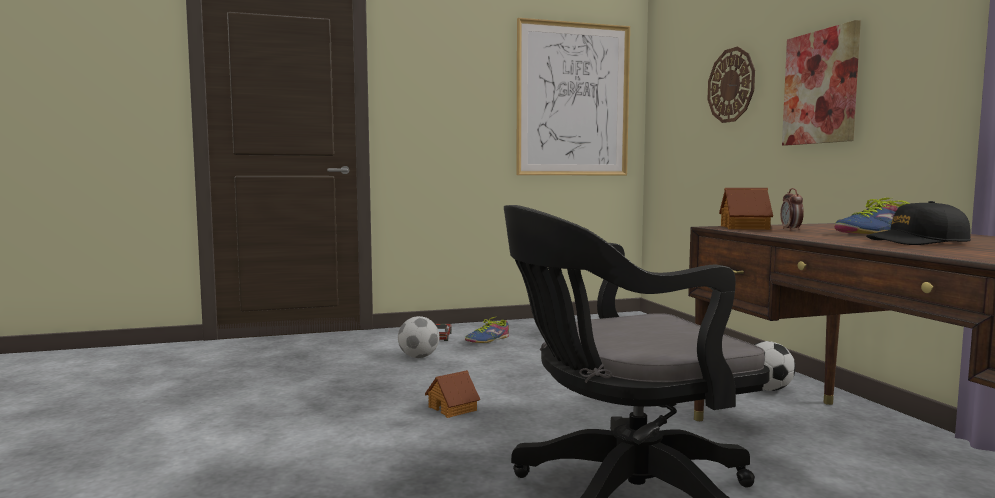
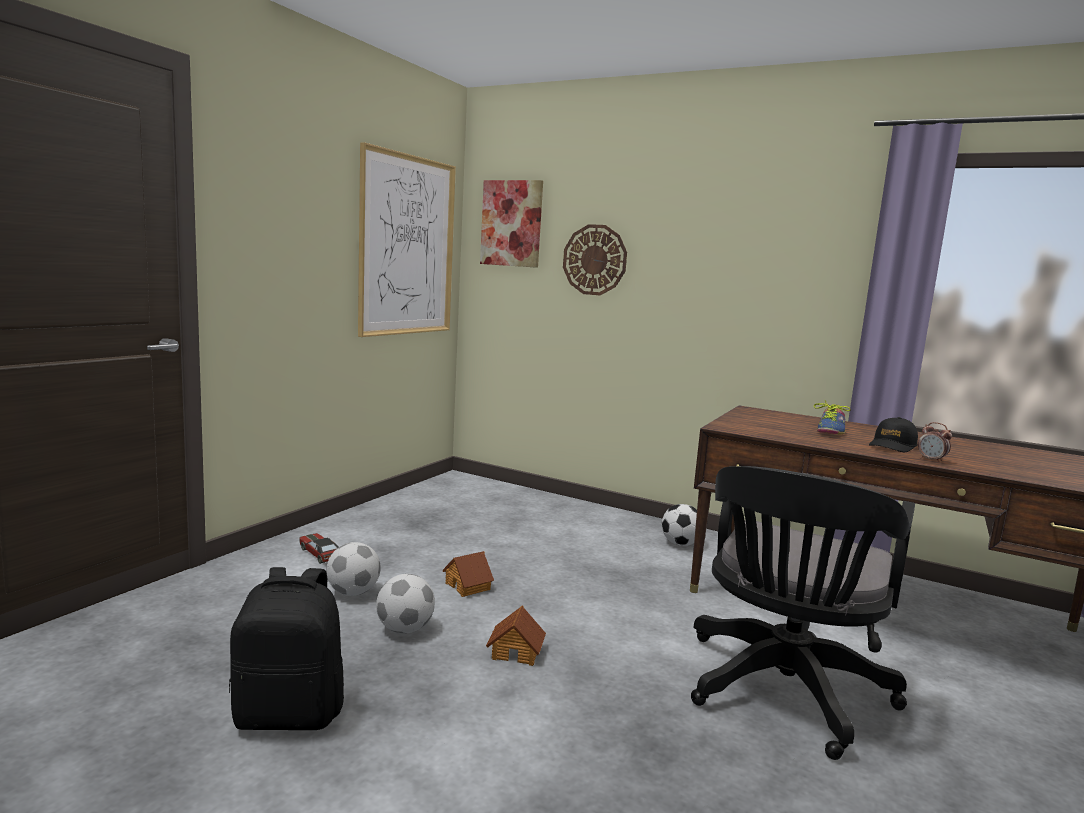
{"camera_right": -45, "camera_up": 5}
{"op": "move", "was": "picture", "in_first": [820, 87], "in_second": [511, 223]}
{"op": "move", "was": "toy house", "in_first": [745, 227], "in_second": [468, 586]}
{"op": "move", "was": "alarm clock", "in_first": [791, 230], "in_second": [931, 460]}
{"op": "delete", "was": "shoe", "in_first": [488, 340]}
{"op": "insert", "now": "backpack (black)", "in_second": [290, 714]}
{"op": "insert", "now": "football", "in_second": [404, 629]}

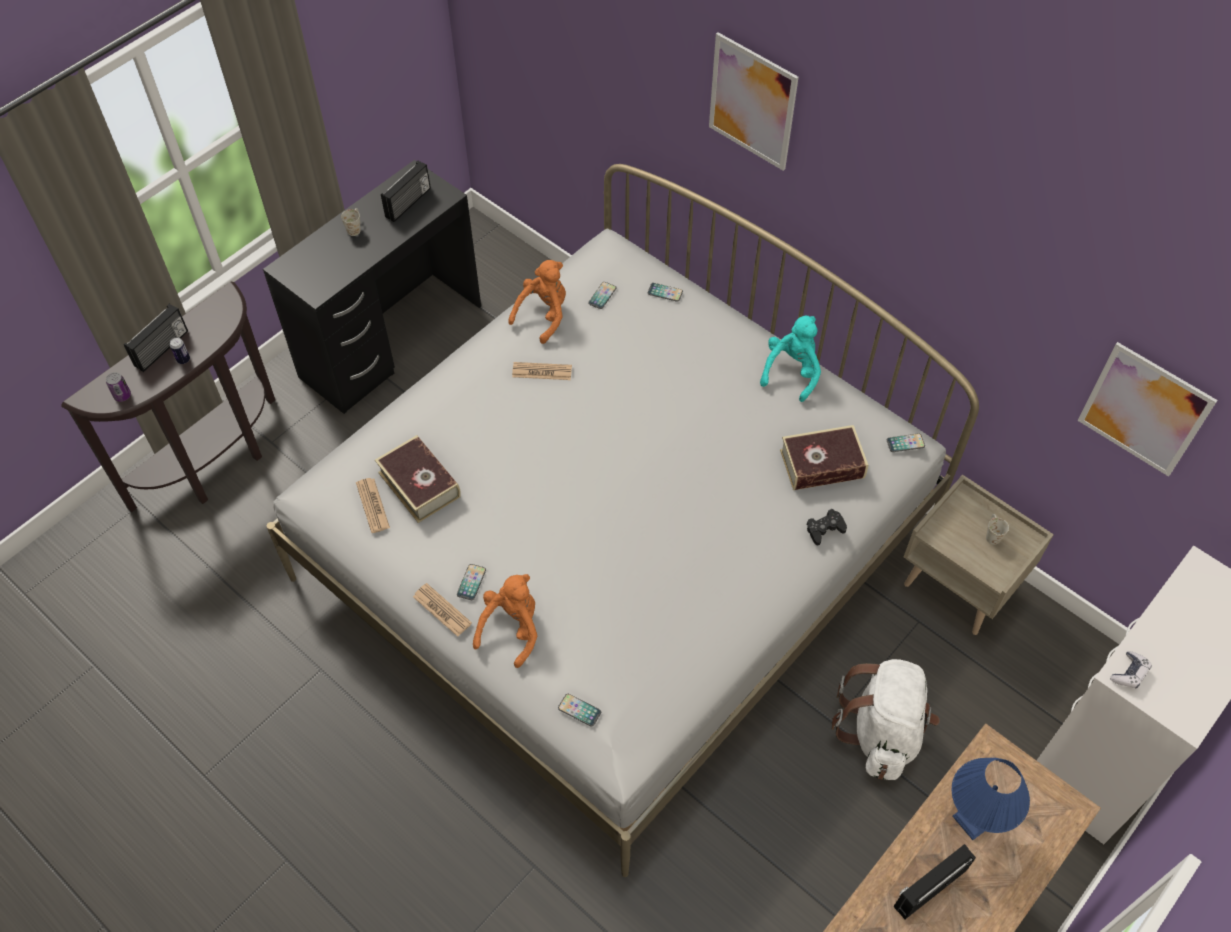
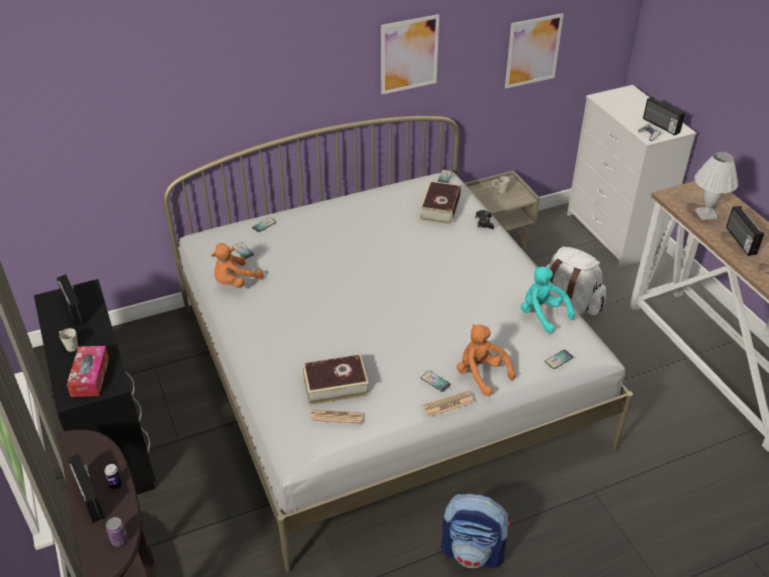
{"camera_right": -65, "camera_up": -15}
{"op": "move", "was": "picture", "in_first": [752, 102], "in_second": [409, 54]}
{"op": "rotate", "was": "plush toy (orange)", "in_first": [543, 315], "in_second": [235, 282], "clockwise": -105}
{"op": "move", "was": "plush toy (turquoise)", "in_first": [792, 371], "in_second": [542, 314]}
{"op": "delete", "was": "newspaper", "in_first": [542, 371]}
{"op": "recolor", "was": "table lamp (blue)", "now": "table lamp (white)", "in_first": [972, 819], "in_second": [705, 214]}
{"op": "insert", "now": "radio", "in_second": [660, 126]}
{"op": "insert", "now": "tissue box", "in_second": [90, 377]}
{"op": "insert", "now": "backpack", "in_second": [473, 551]}

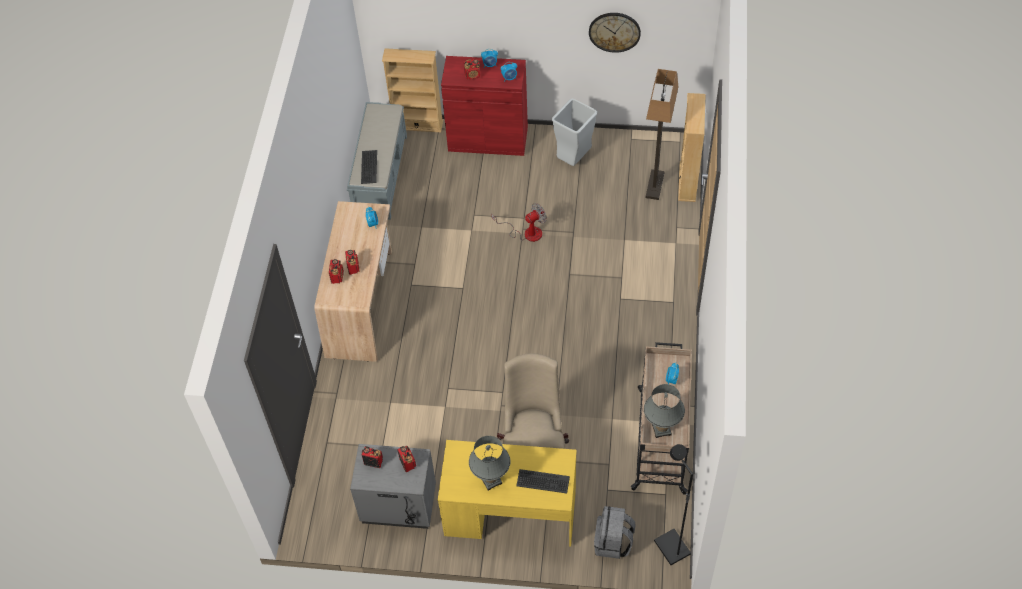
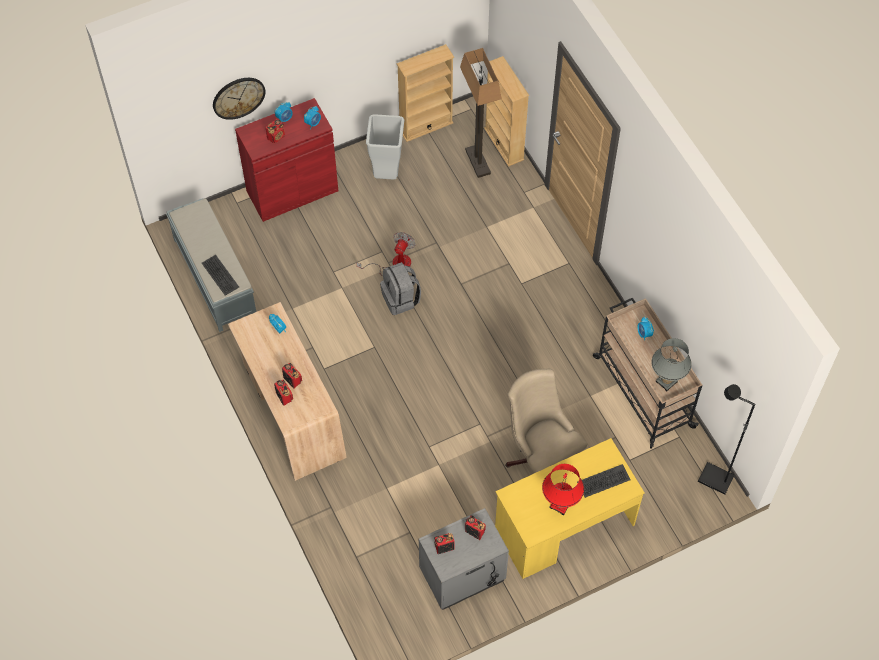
{"camera_right": -35, "camera_up": 5}
{"op": "move", "was": "wall clock", "in_first": [614, 31], "in_second": [238, 97]}
{"op": "move", "was": "bookcase (beige)", "in_first": [418, 124], "in_second": [426, 126]}
{"op": "recolor", "was": "table lamp (grey)", "now": "table lamp (red)", "in_first": [491, 480], "in_second": [560, 505]}
{"op": "move", "was": "backpack (grey)", "in_first": [613, 542], "in_second": [401, 299]}

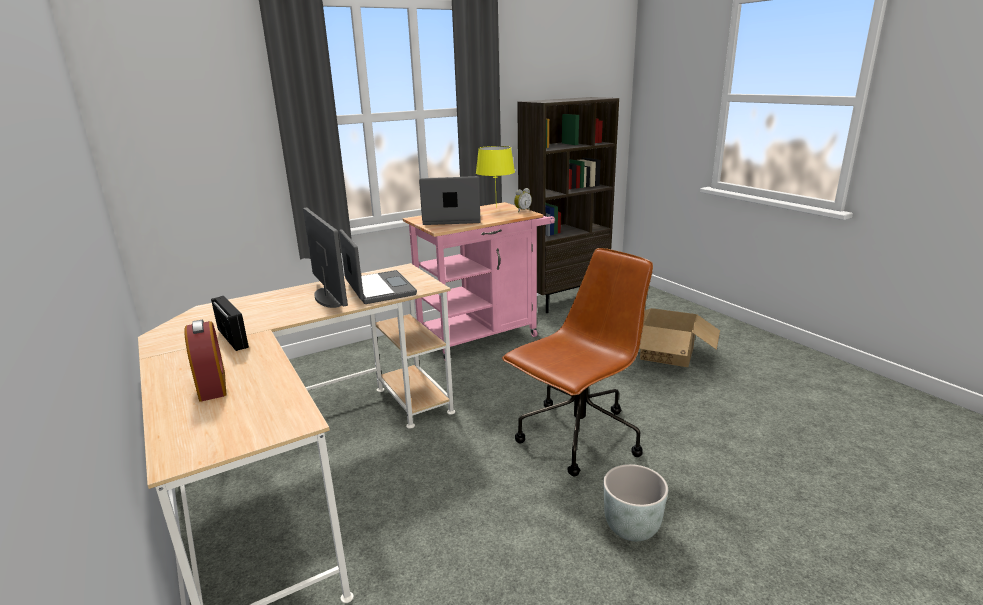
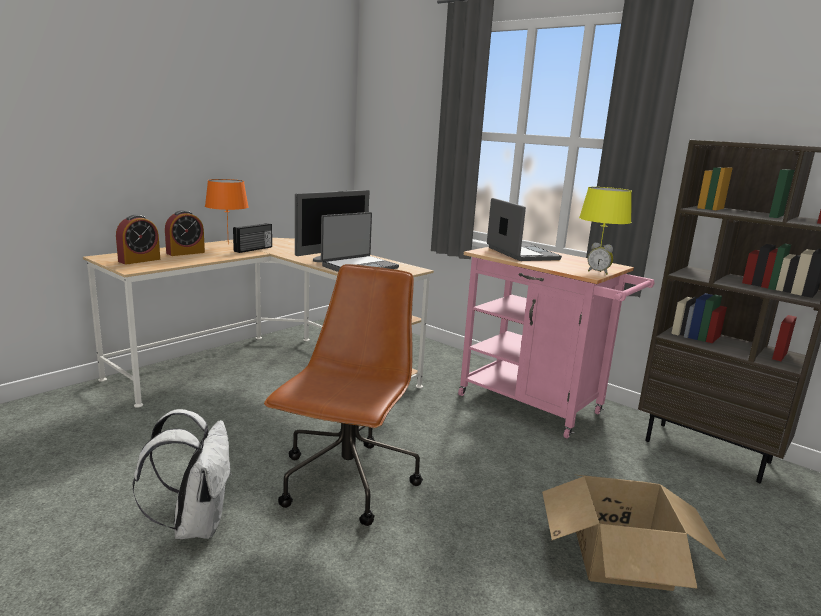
{"camera_right": 70, "camera_up": -5}
{"op": "rotate", "was": "office chair (brown)", "in_first": [577, 438], "in_second": [346, 483], "clockwise": -105}
{"op": "replace", "was": "planter (grey)", "now": "backpack (white)", "in_first": [631, 528], "in_second": [195, 524]}
{"op": "insert", "now": "table lamp (orange)", "in_second": [228, 244]}
{"op": "insert", "now": "alarm clock", "in_second": [139, 260]}

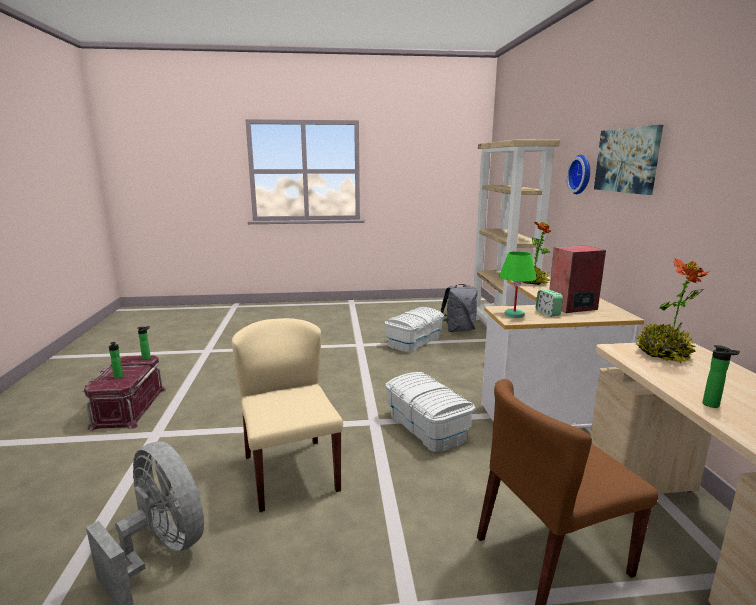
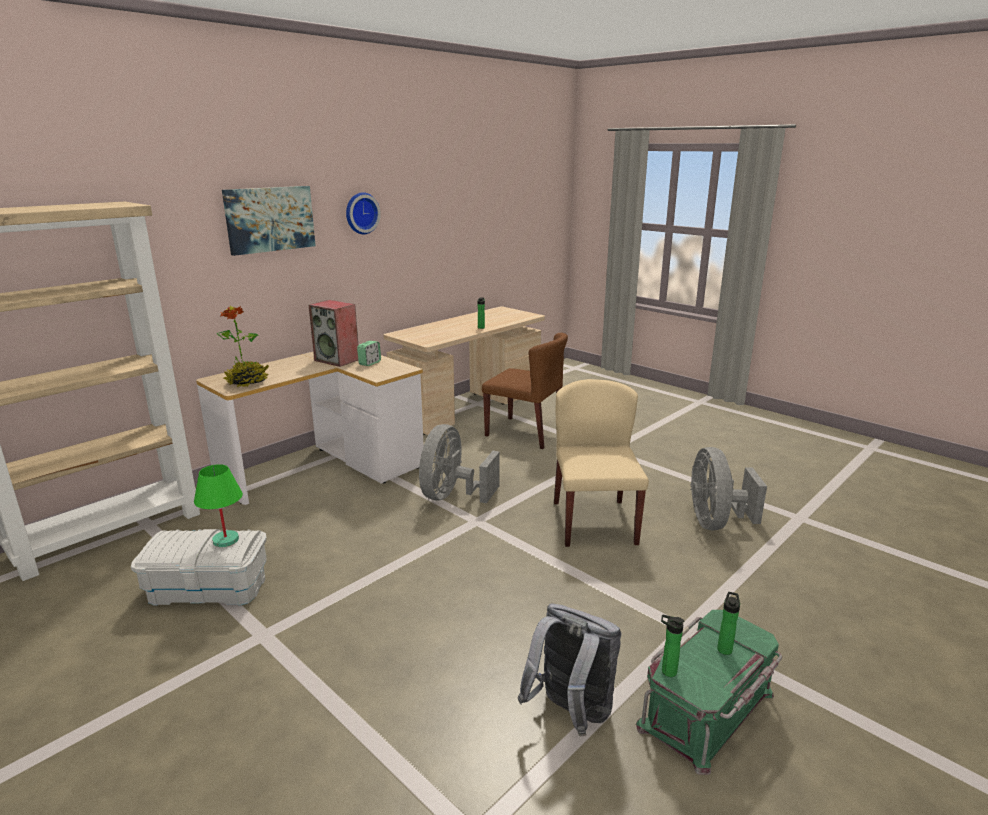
{"camera_right": -130, "camera_up": 5}
{"op": "move", "was": "wall clock", "in_first": [581, 174], "in_second": [361, 213]}
{"op": "move", "was": "table lamp (green)", "in_first": [514, 314], "in_second": [225, 540]}
{"op": "delete", "was": "potted plant", "in_first": [663, 354]}
{"op": "move", "was": "backpack (grey)", "in_first": [459, 330], "in_second": [570, 714]}
{"op": "rotate", "was": "chair (beige)", "in_first": [290, 472], "in_second": [594, 522], "clockwise": 150}
{"op": "recolor", "was": "storage box (red)", "now": "storage box (green)", "in_first": [128, 407], "in_second": [708, 711]}
{"op": "replace", "was": "storage box (white)", "now": "fan (grey)", "in_first": [426, 427], "in_second": [452, 496]}

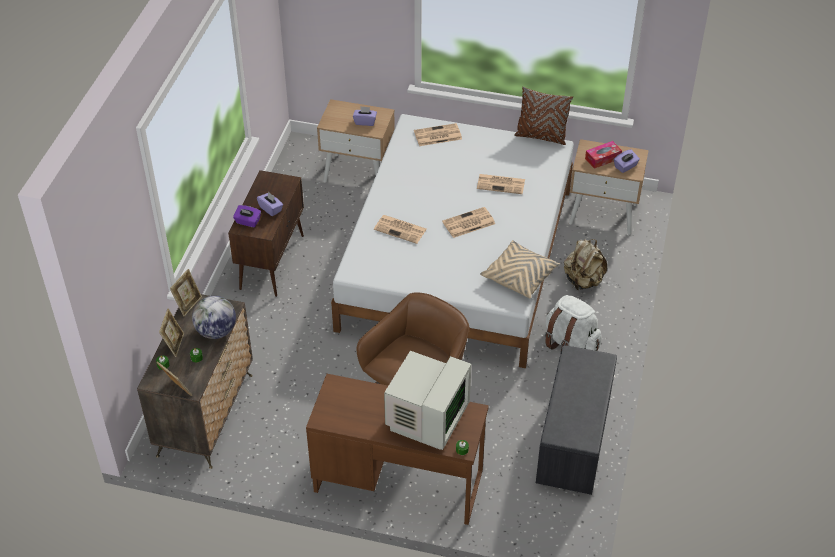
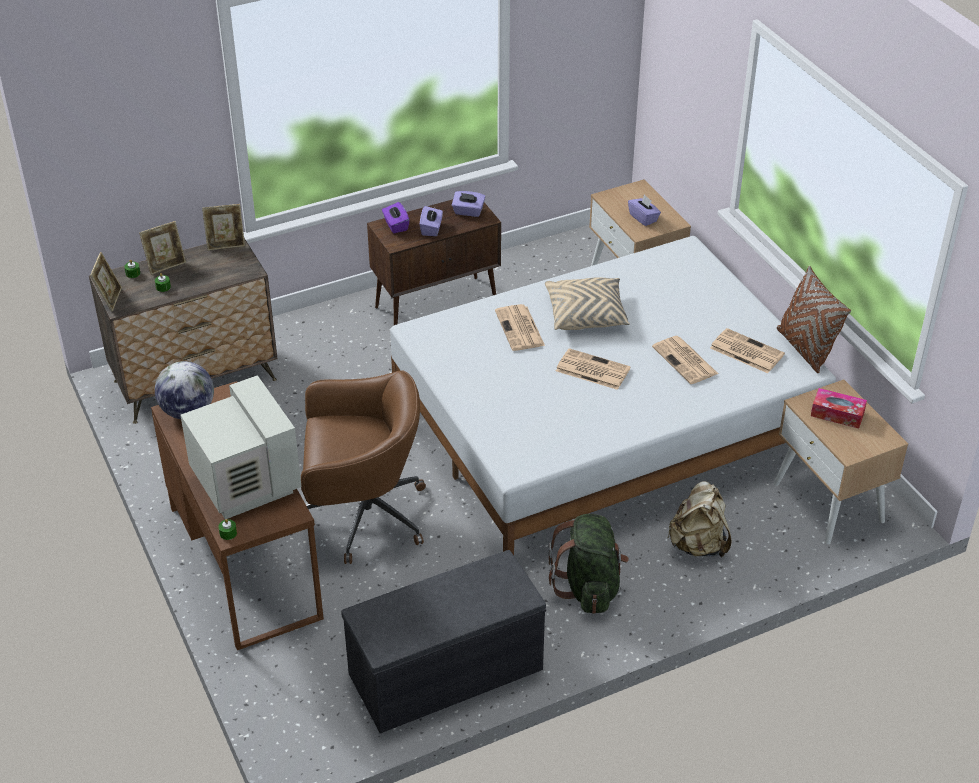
{"camera_right": 50, "camera_up": -5}
{"op": "move", "was": "newspaper", "in_first": [437, 135], "in_second": [745, 351]}
{"op": "move", "was": "tissue box (purple)", "in_first": [625, 166], "in_second": [468, 212]}
{"op": "move", "was": "pillow (beige)", "in_first": [519, 276], "in_second": [586, 314]}
{"op": "recolor", "was": "backpack (white)", "now": "backpack (green)", "in_first": [570, 342], "in_second": [589, 587]}
{"op": "move", "was": "globe", "in_first": [216, 331], "in_second": [187, 412]}
{"op": "rotate", "was": "monitor", "in_first": [425, 420], "in_second": [244, 483], "clockwise": -105}

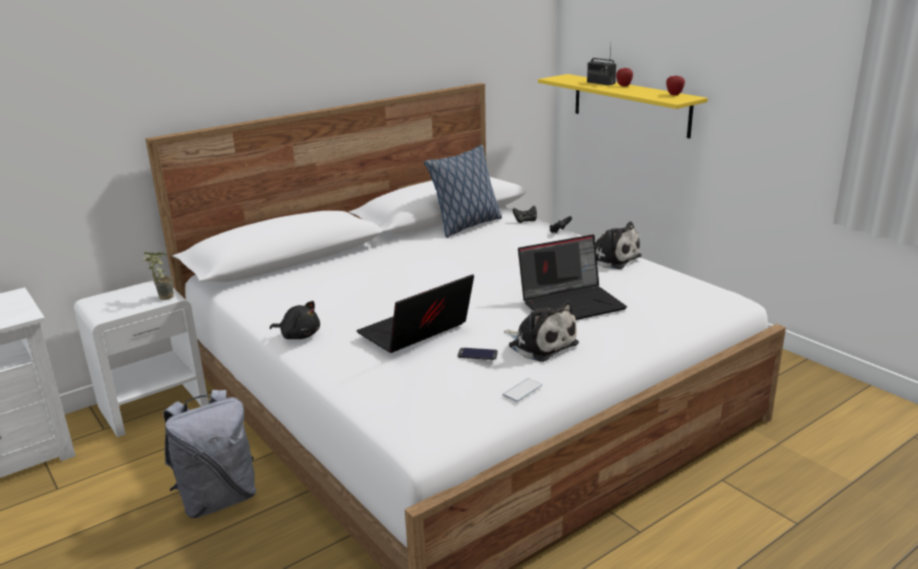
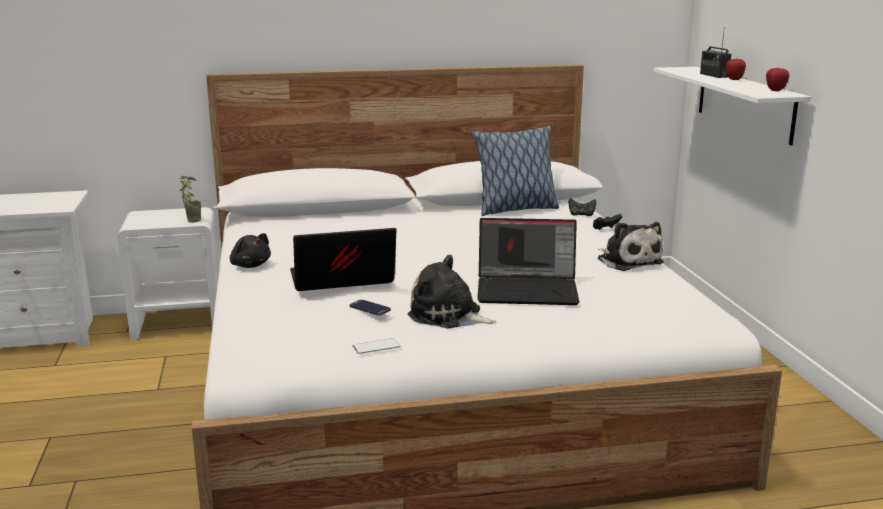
{"camera_right": 25, "camera_up": -5}
{"op": "recolor", "was": "shelf (yellow)", "now": "shelf (white)", "in_first": [630, 105], "in_second": [744, 103]}
{"op": "rotate", "was": "plush toy", "in_first": [540, 344], "in_second": [448, 315], "clockwise": 135}
{"op": "delete", "was": "backpack (grey)", "in_first": [218, 499]}

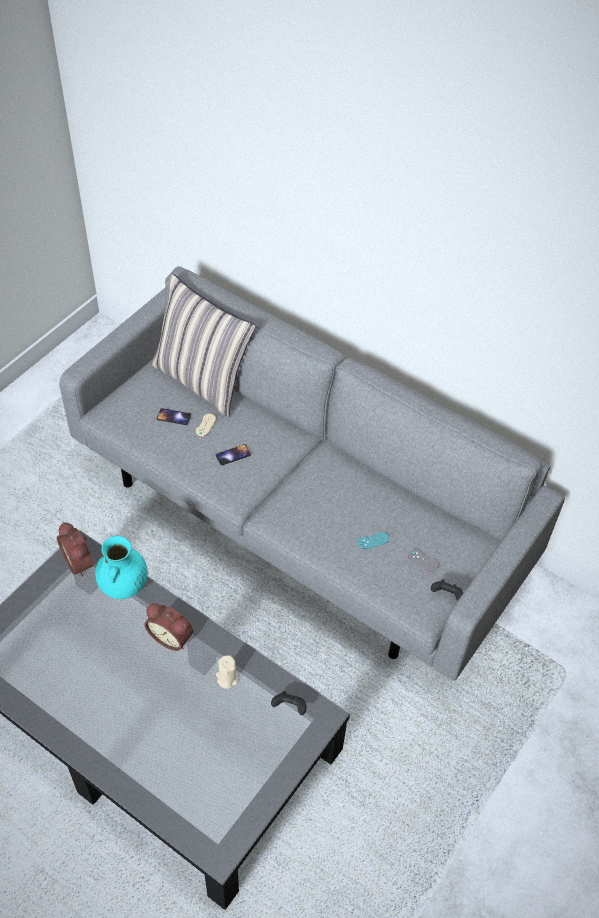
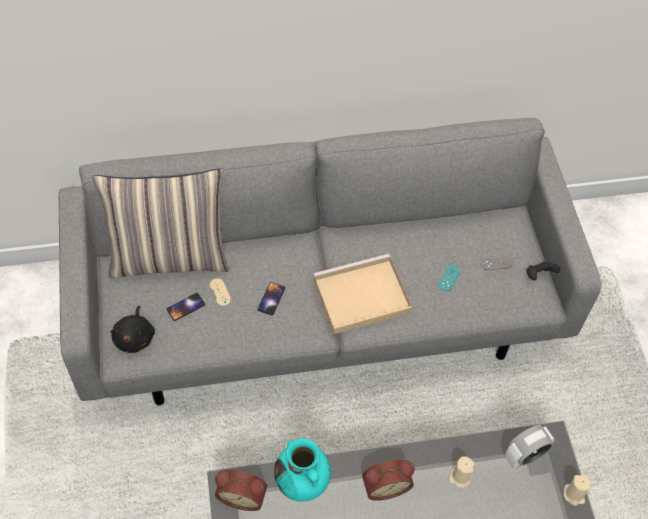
{"camera_right": -45, "camera_up": 5}
{"op": "replace", "was": "game controller (black)", "now": "alarm clock", "in_first": [289, 707], "in_second": [524, 455]}
{"op": "insert", "now": "tray (beige)", "in_second": [360, 297]}
{"op": "insert", "now": "plush toy (black)", "in_second": [135, 337]}
{"op": "insert", "now": "candle (beige)", "in_second": [574, 494]}

